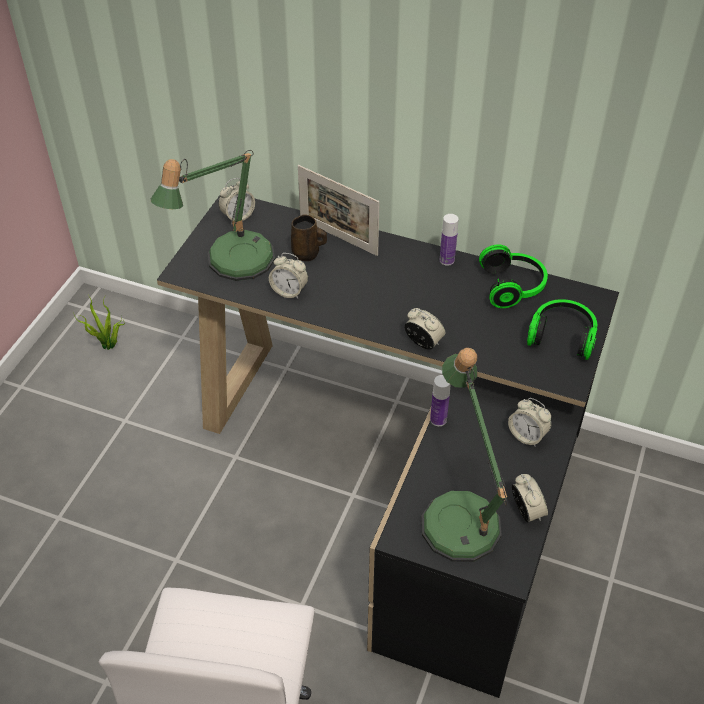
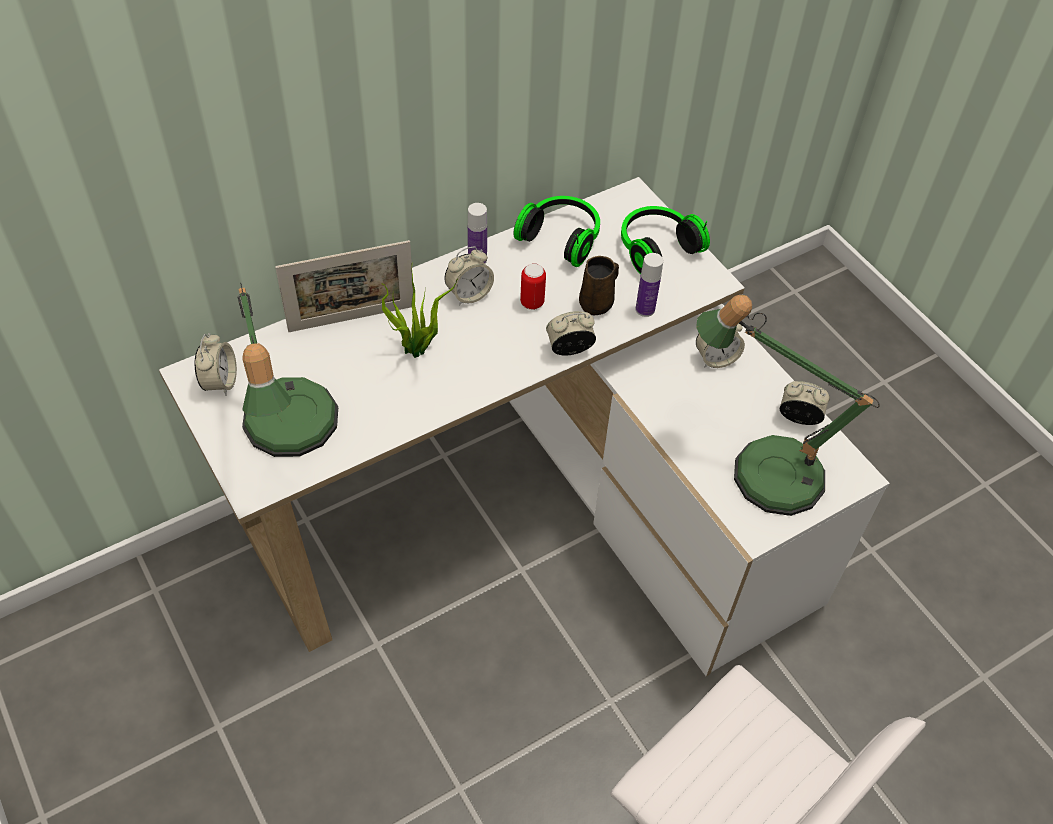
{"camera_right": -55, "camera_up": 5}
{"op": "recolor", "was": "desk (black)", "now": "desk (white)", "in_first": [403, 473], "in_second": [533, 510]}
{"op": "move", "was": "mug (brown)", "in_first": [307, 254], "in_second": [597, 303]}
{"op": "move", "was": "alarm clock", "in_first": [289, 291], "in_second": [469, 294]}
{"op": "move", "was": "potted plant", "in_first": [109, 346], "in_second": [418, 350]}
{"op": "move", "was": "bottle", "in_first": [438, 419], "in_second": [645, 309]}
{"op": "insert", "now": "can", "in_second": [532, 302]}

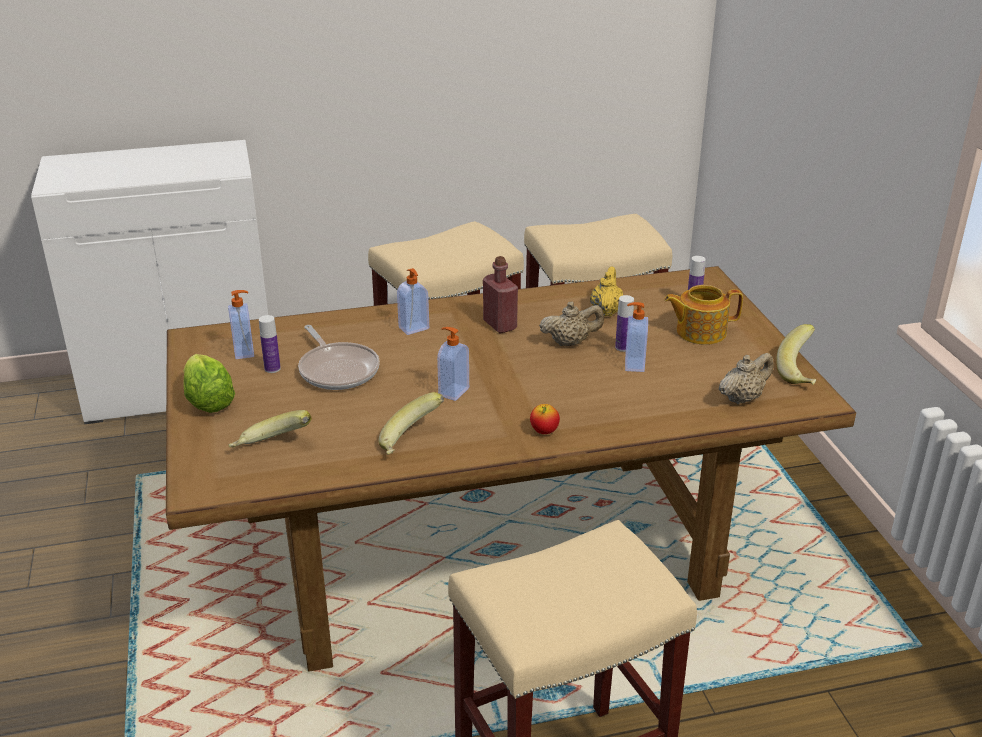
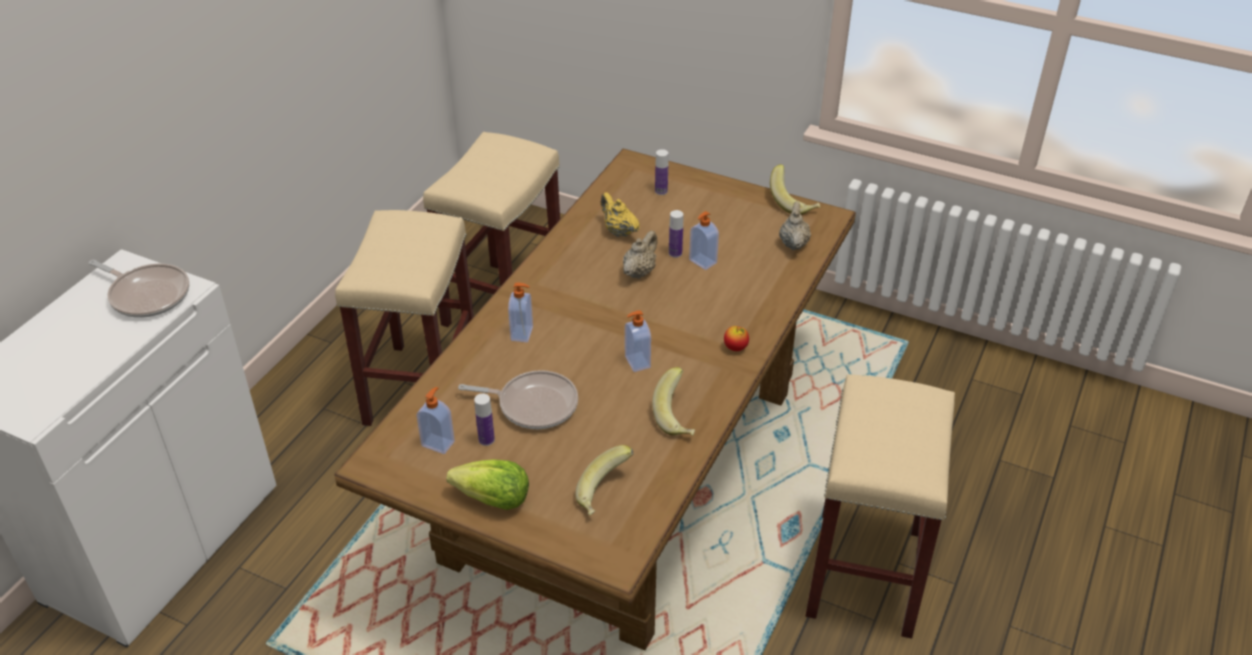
{"camera_right": -50, "camera_up": 10}
{"op": "delete", "was": "bottle (red)", "in_first": [500, 325]}
{"op": "delete", "was": "teapot", "in_first": [699, 332]}
{"op": "insert", "now": "frying pan", "in_second": [147, 294]}

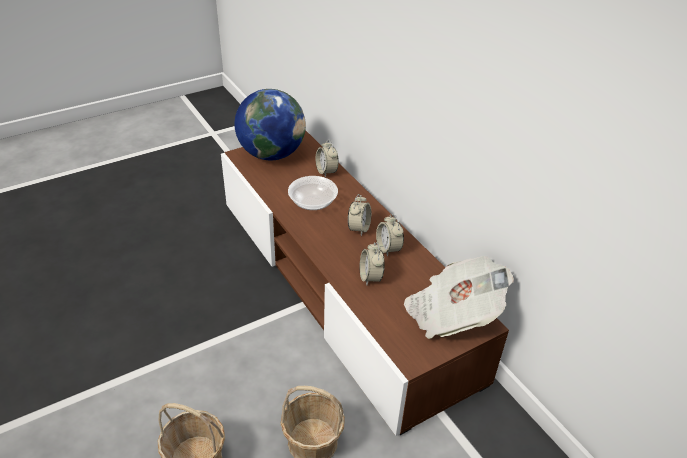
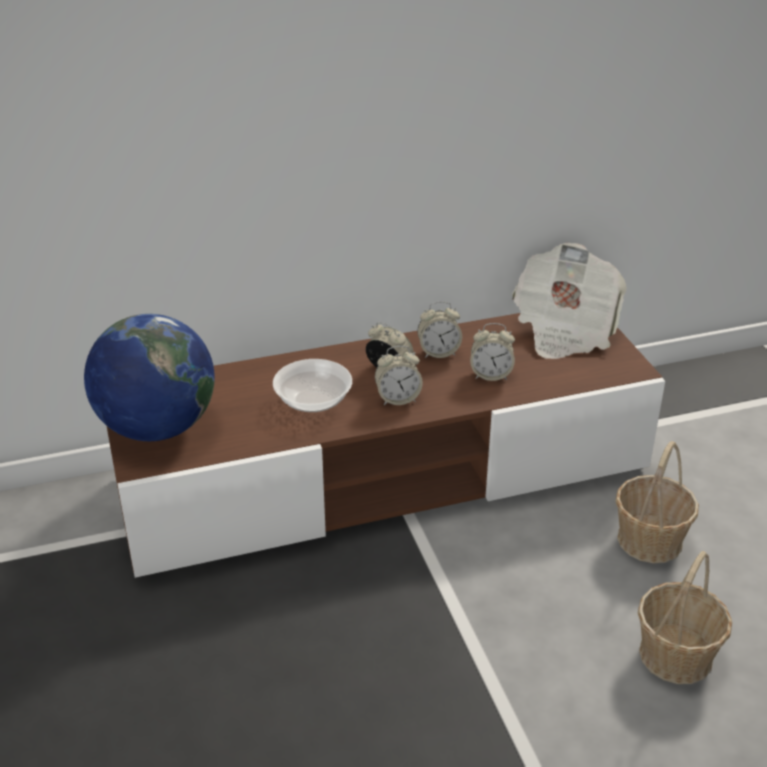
{"camera_right": -75, "camera_up": -5}
{"op": "move", "was": "alarm clock", "in_first": [326, 171], "in_second": [398, 399]}

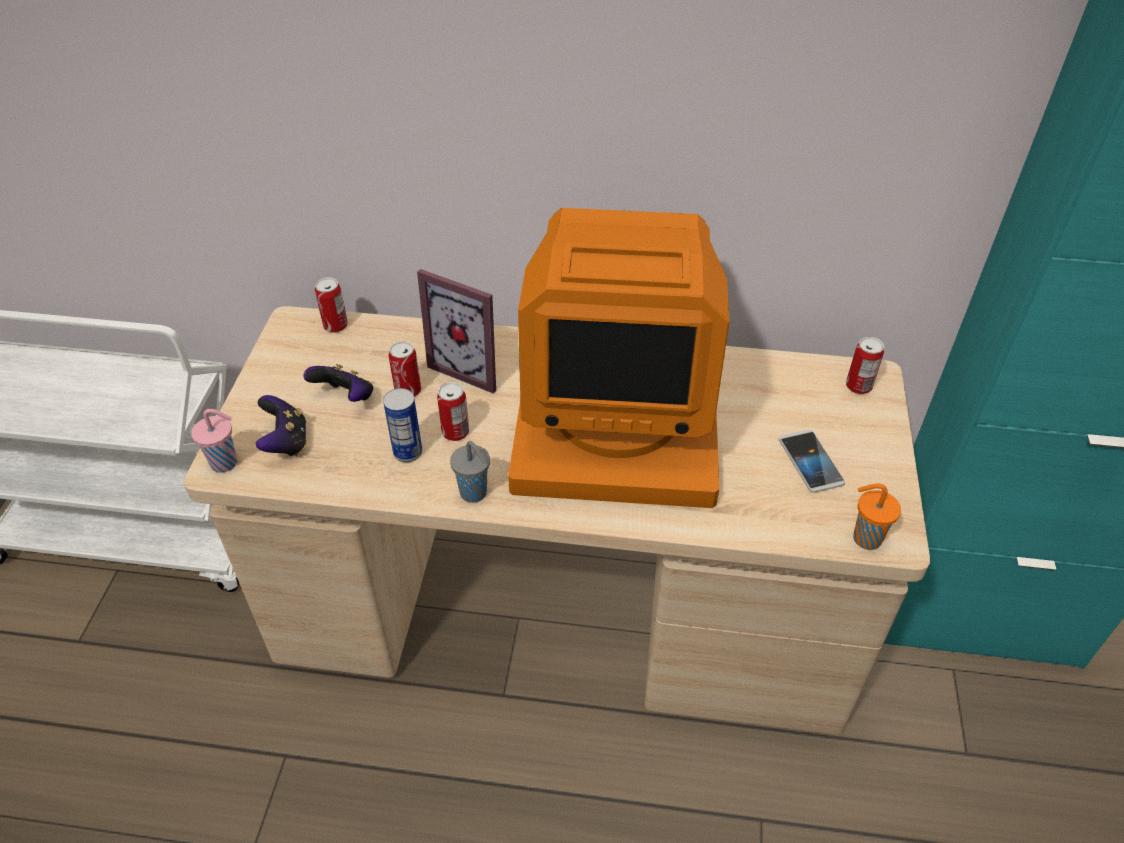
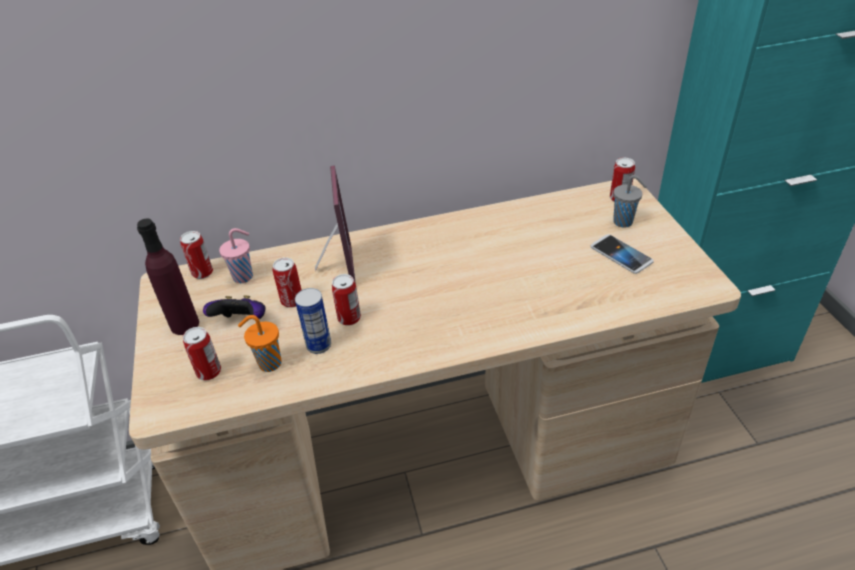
{"camera_right": -20, "camera_up": -5}
{"op": "delete", "was": "monitor", "in_first": [617, 422]}
{"op": "rotate", "was": "picture frame", "in_first": [472, 366], "in_second": [334, 268], "clockwise": -105}
{"op": "replace", "was": "game controller", "now": "can", "in_first": [286, 442], "in_second": [209, 372]}
{"op": "move", "was": "cup (pink)", "in_first": [226, 463], "in_second": [244, 276]}
{"op": "move", "was": "cup (grey)", "in_first": [474, 494], "in_second": [624, 222]}
{"op": "move", "was": "cup (orange)", "in_first": [865, 538], "in_second": [268, 364]}
{"op": "insert", "now": "bottle (purple)", "in_second": [184, 324]}

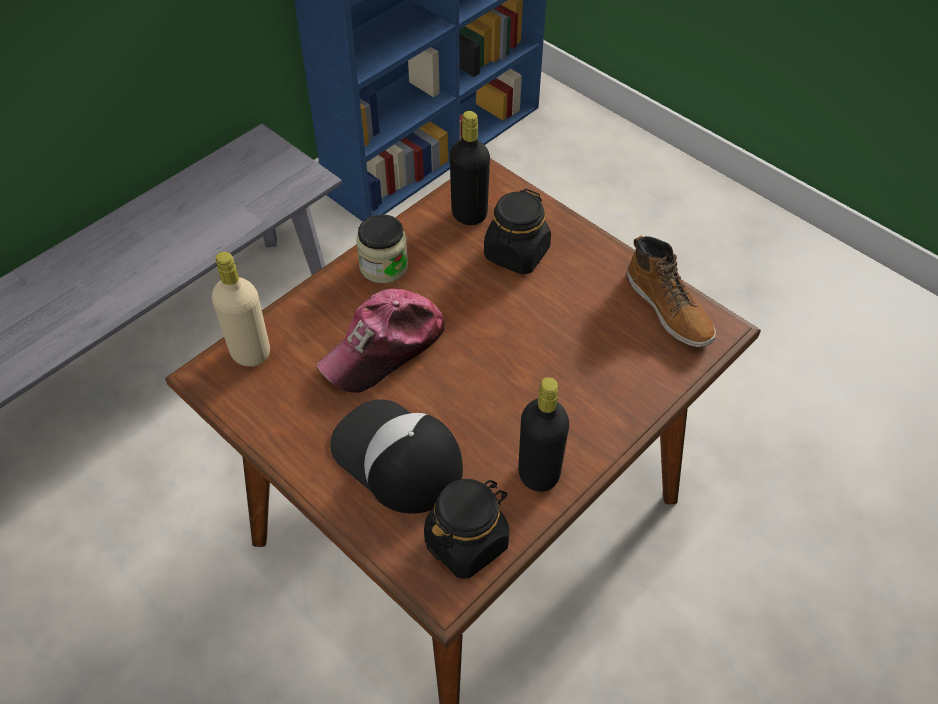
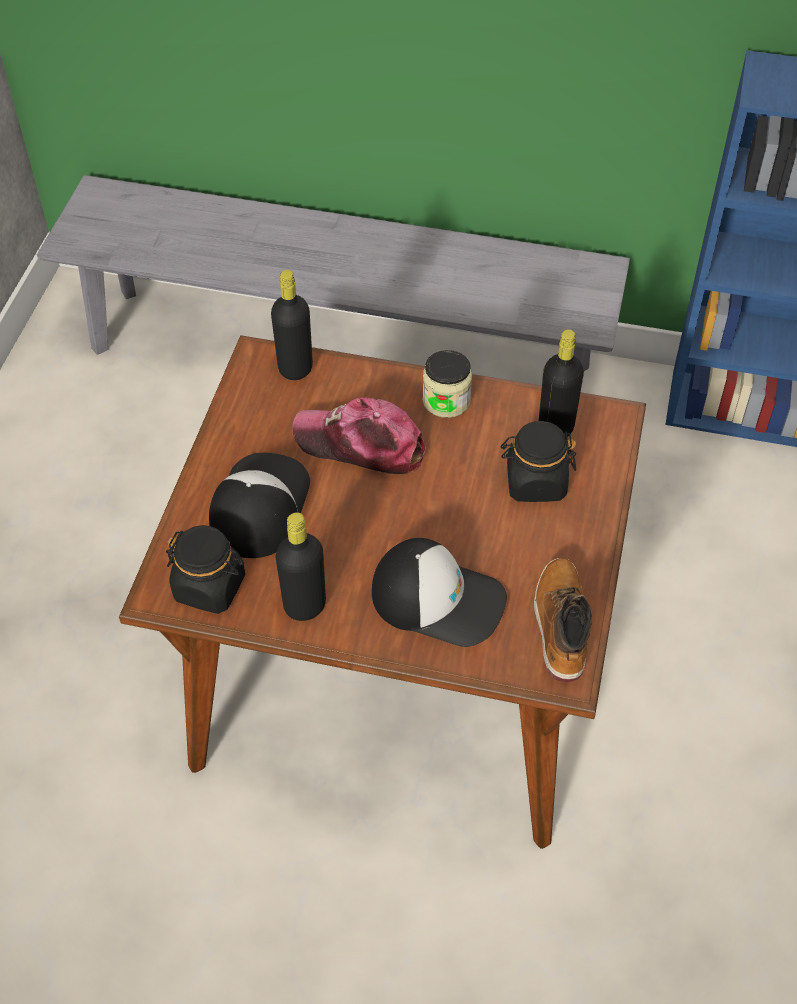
{"camera_right": 60, "camera_up": 0}
{"op": "rotate", "was": "boot", "in_first": [669, 308], "in_second": [560, 625], "clockwise": 150}
{"op": "recolor", "was": "bottle (beige)", "now": "bottle (black)", "in_first": [250, 353], "in_second": [295, 368]}
{"op": "insert", "now": "cap", "in_second": [439, 598]}

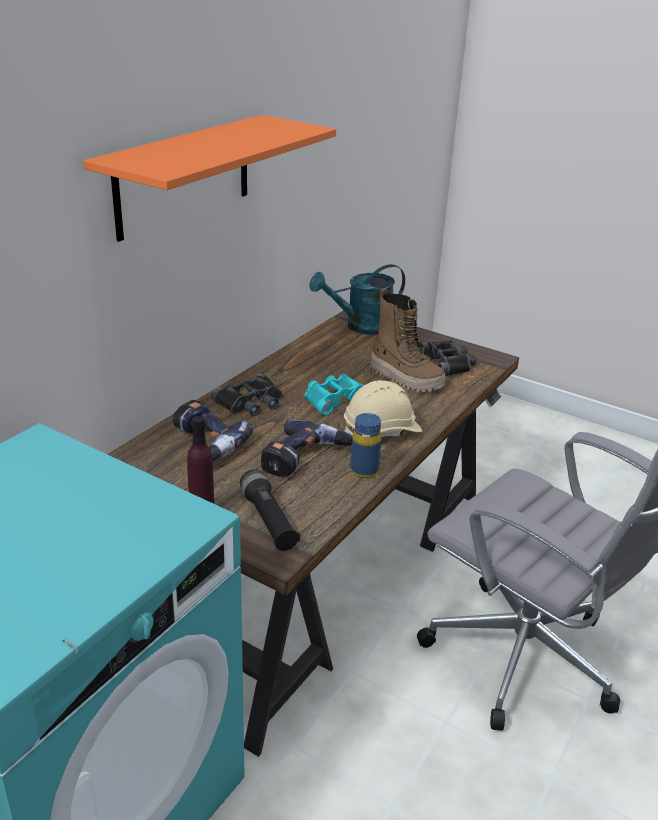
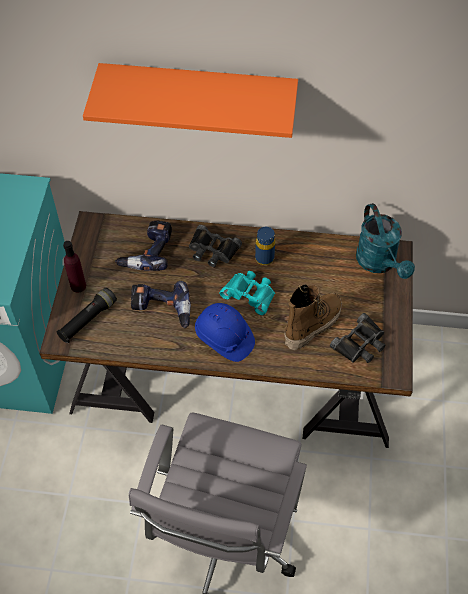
{"camera_right": 65, "camera_up": 25}
{"op": "rotate", "was": "watering can (turquoise)", "in_first": [361, 326], "in_second": [379, 263], "clockwise": -150}
{"op": "rotate", "was": "boot", "in_first": [406, 378], "in_second": [312, 325], "clockwise": -150}
{"op": "recolor", "was": "hard hat (beige)", "now": "hard hat (blue)", "in_first": [382, 431], "in_second": [224, 338]}
{"op": "move", "was": "bottle (blue)", "in_first": [364, 471], "in_second": [264, 258]}

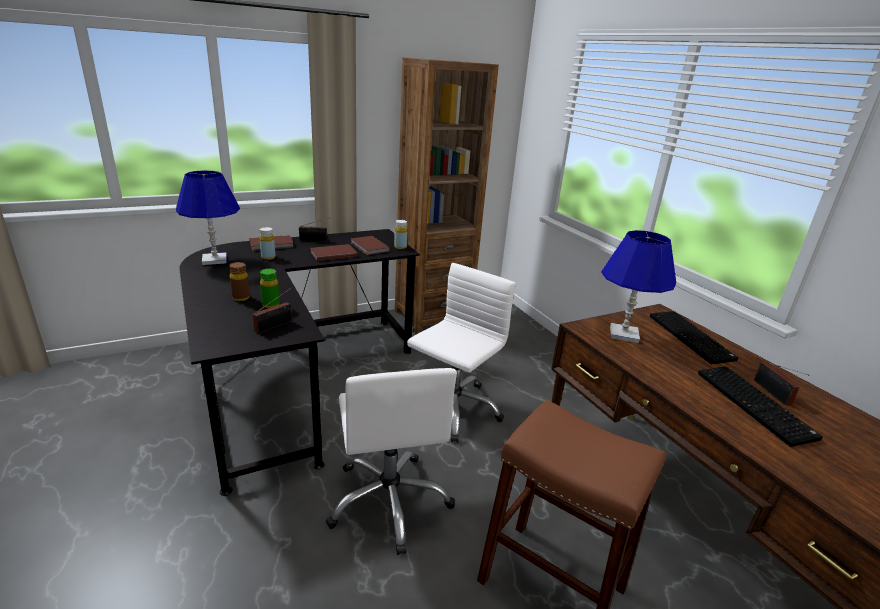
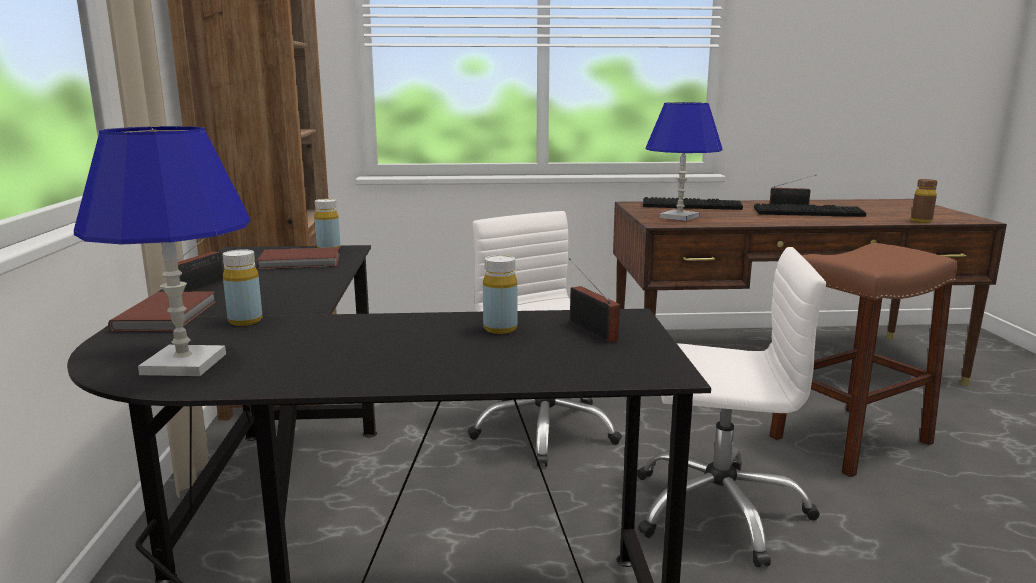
{"camera_right": -65, "camera_up": -10}
{"op": "delete", "was": "book (brown)", "in_first": [332, 254]}
{"op": "move", "was": "bottle (brown)", "in_first": [241, 298], "in_second": [921, 221]}
{"op": "recolor", "was": "bottle (green)", "now": "bottle (yellow)", "in_first": [271, 304], "in_second": [500, 329]}

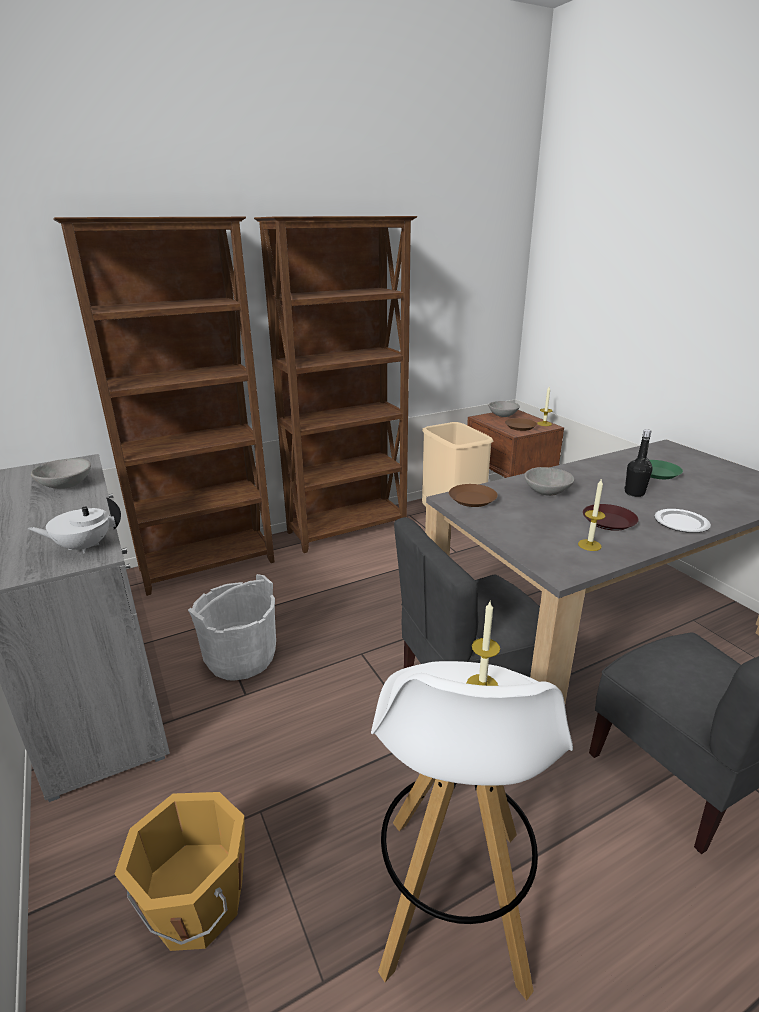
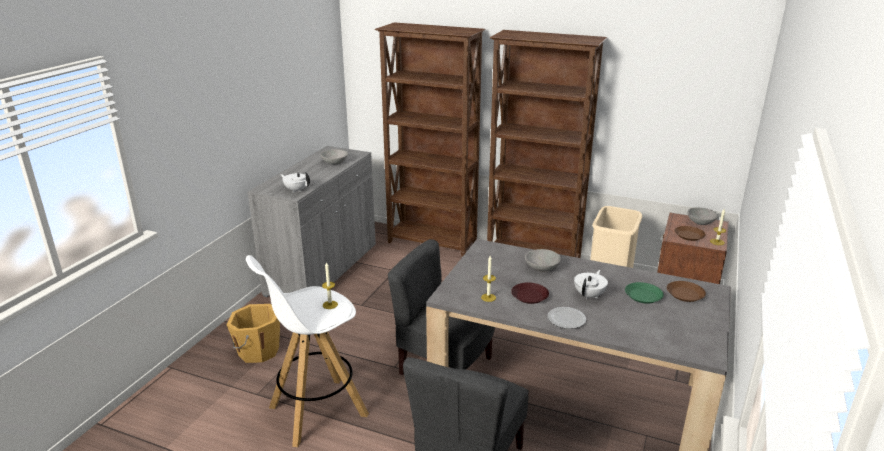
{"camera_right": 50, "camera_up": 0}
{"op": "replace", "was": "bottle (black)", "now": "teapot (white)", "in_first": [634, 493], "in_second": [589, 295]}
{"op": "move", "was": "plate (brown)", "in_first": [472, 499], "in_second": [685, 294]}
{"op": "delete", "was": "bucket (white)", "in_first": [241, 657]}

